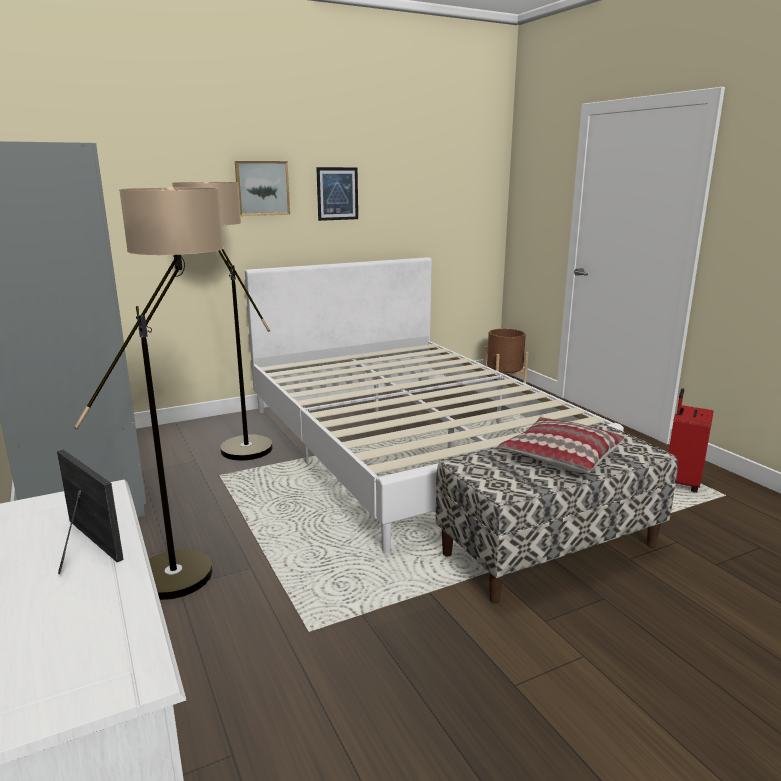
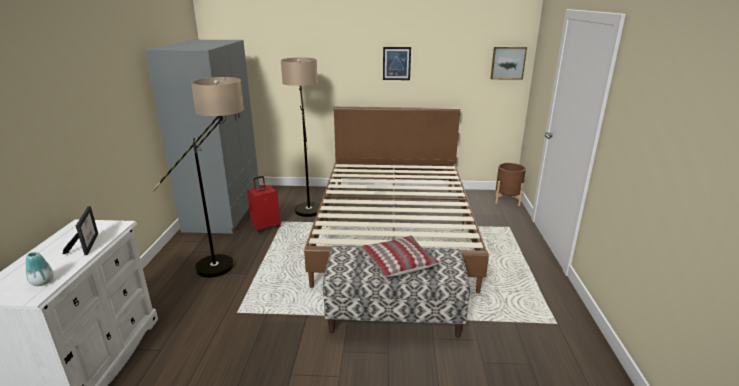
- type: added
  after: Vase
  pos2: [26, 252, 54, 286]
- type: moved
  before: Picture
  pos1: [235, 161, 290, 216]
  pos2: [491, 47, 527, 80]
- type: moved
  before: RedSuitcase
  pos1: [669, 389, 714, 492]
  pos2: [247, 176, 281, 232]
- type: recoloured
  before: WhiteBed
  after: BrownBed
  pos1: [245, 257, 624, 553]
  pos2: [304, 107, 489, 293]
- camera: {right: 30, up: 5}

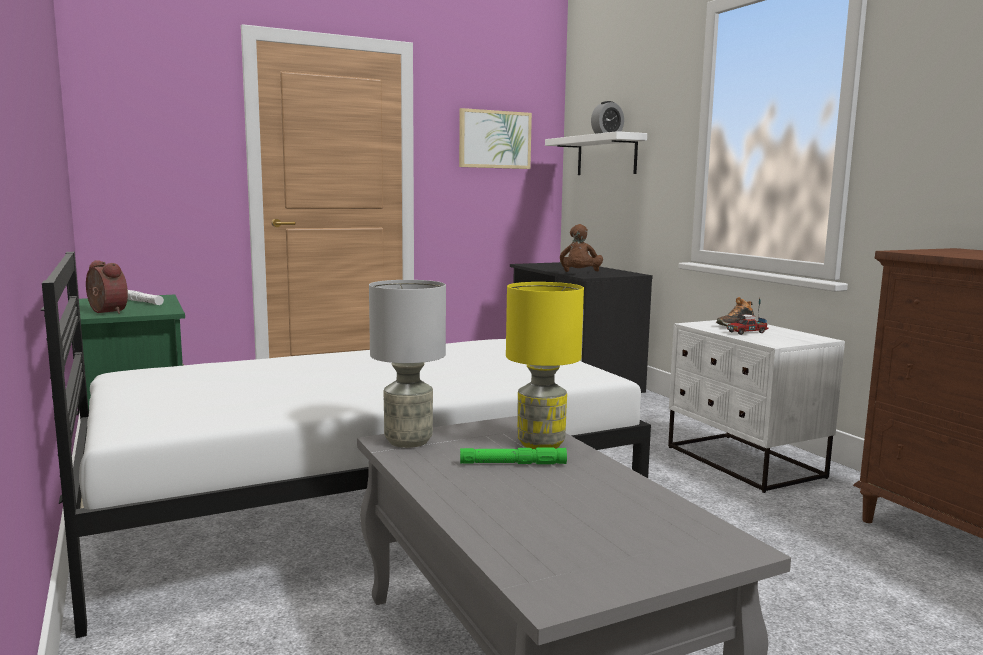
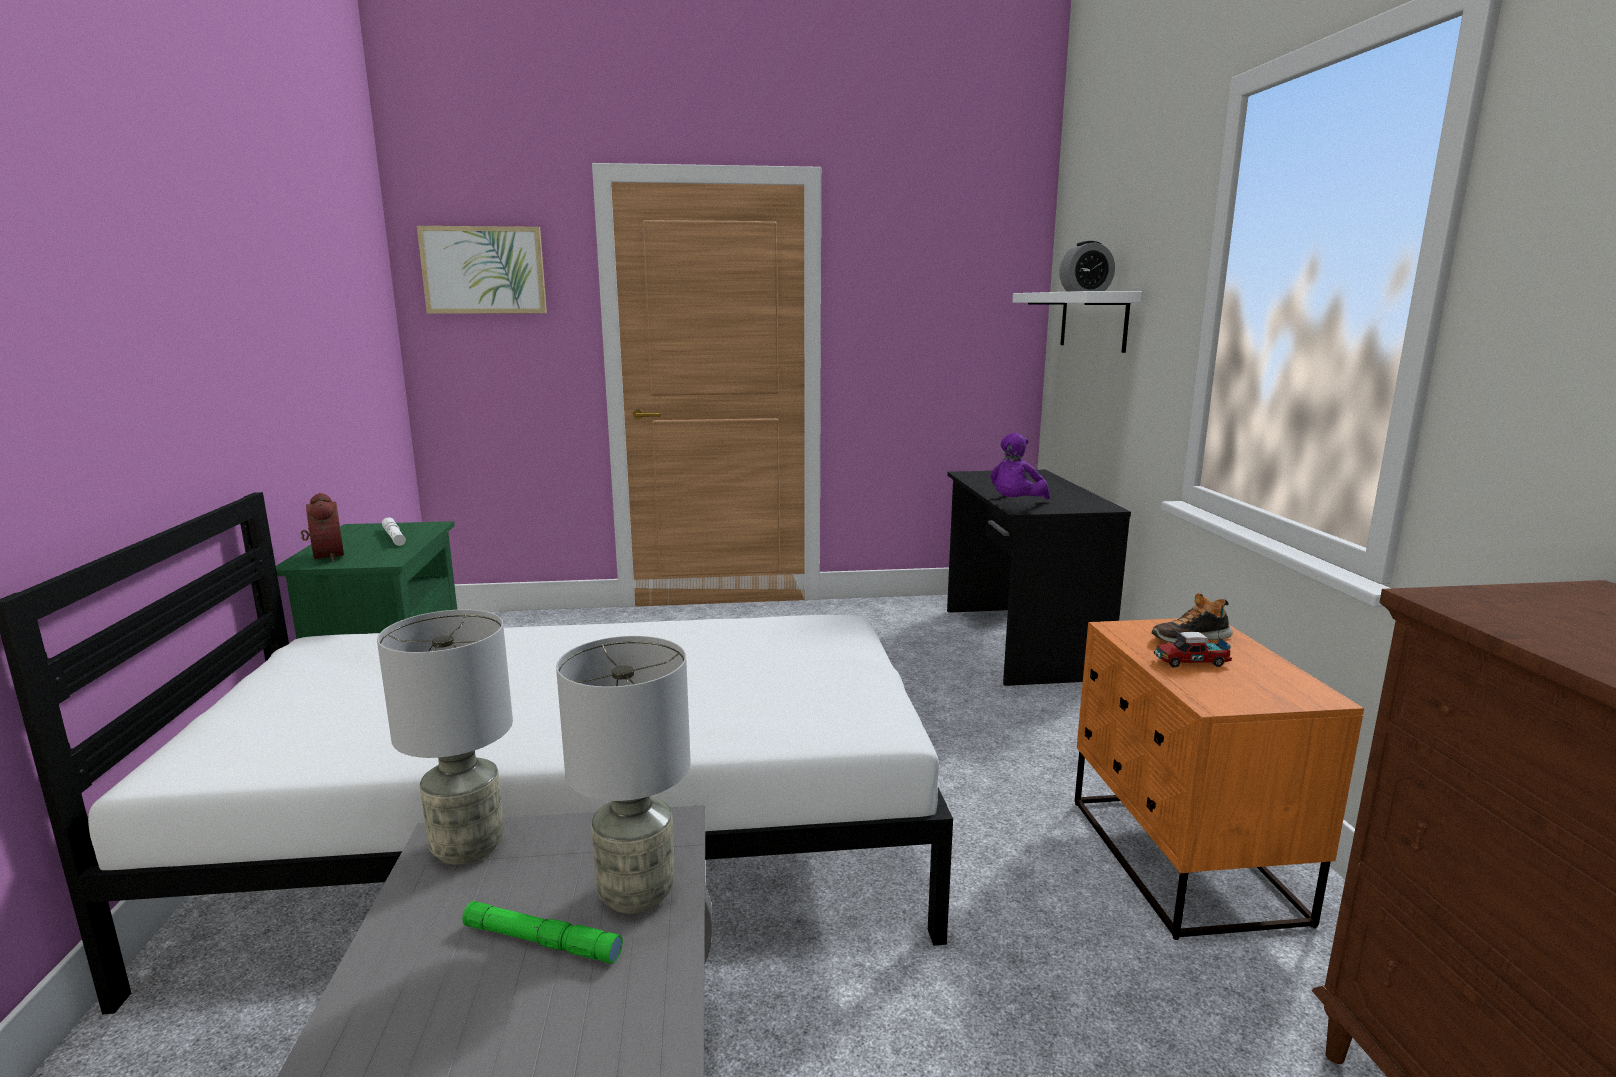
- type: moved
  before: Picture
  pos1: [459, 108, 532, 169]
  pos2: [417, 226, 547, 314]
- type: recoloured
  before: YellowTableLamp
  after: GreyTableLamp
  pos1: [506, 282, 584, 449]
  pos2: [556, 636, 691, 914]
- type: recoloured
  before: BrownPlushToy
  after: PurplePlushToy
  pos1: [560, 224, 603, 272]
  pos2: [990, 433, 1050, 500]
- type: recoloured
  before: WhiteNightstand
  after: OrangeNightstand
  pos1: [668, 320, 845, 493]
  pos2: [1075, 618, 1364, 940]
- camera: {right: 20, up: 5}

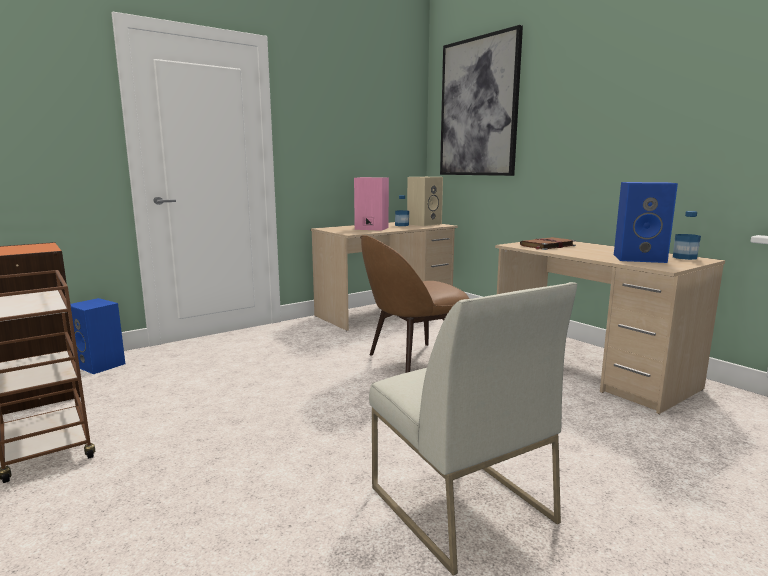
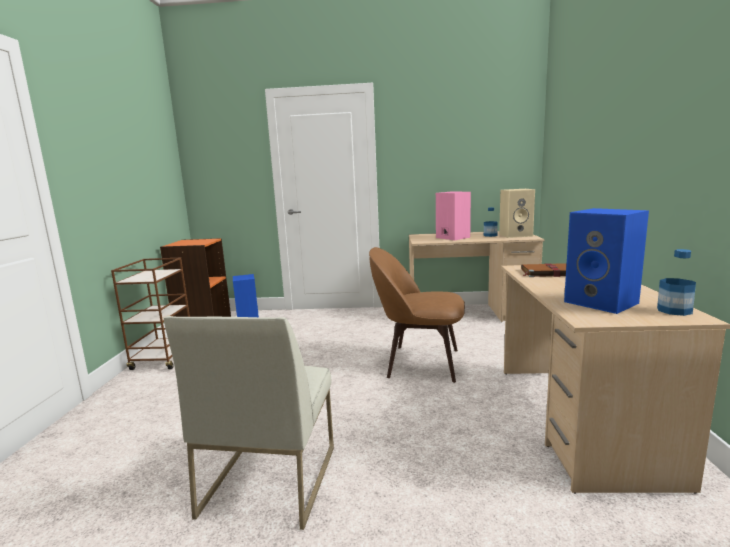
- type: removed
  before: Picture
  pos1: [440, 25, 523, 176]
- camera: {right: 40, up: 0}

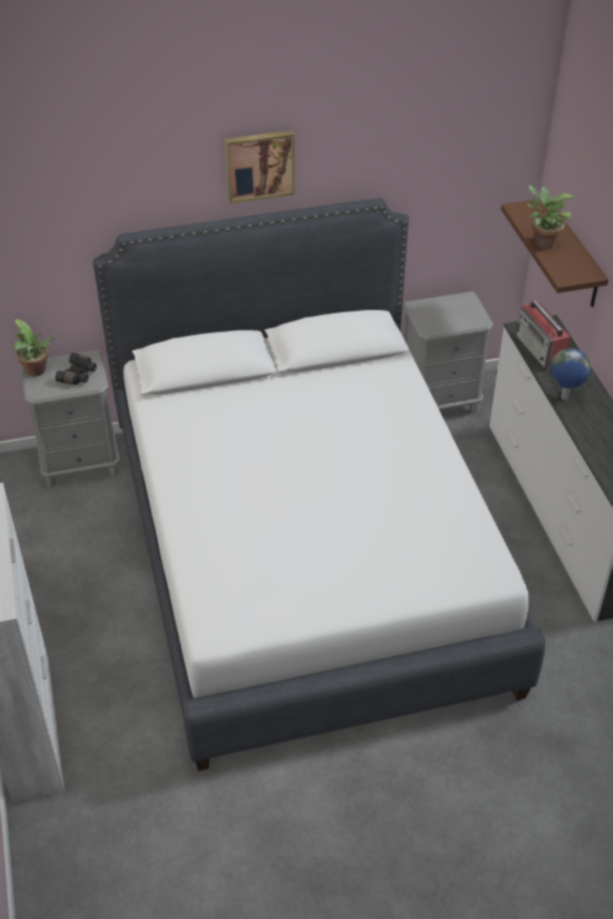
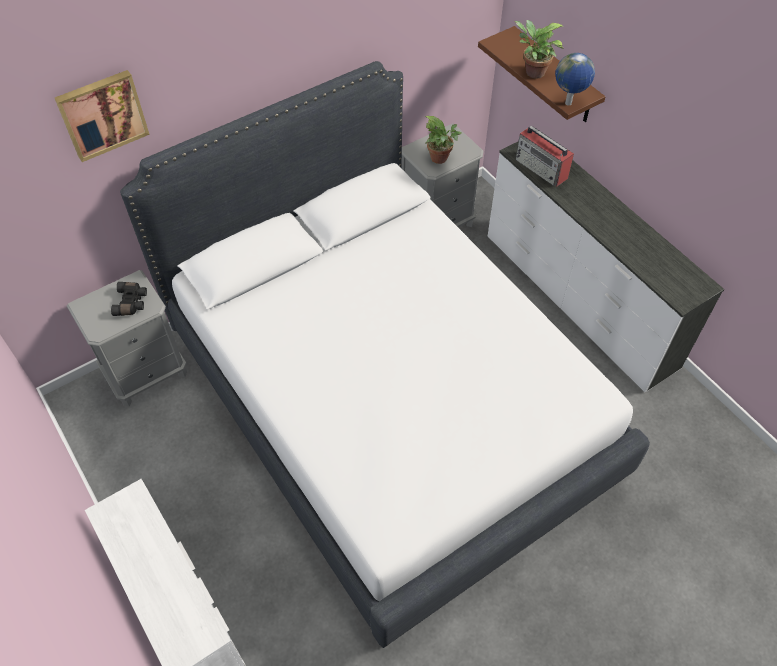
- type: moved
  before: PottedPlant
  pos1: [13, 319, 56, 377]
  pos2: [425, 116, 461, 164]
- type: moved
  before: Picture
  pos1: [225, 130, 295, 204]
  pos2: [55, 70, 150, 162]
- type: moved
  before: Globe
  pos1: [550, 348, 591, 400]
  pos2: [555, 53, 595, 105]
- camera: {right: -20, up: 10}

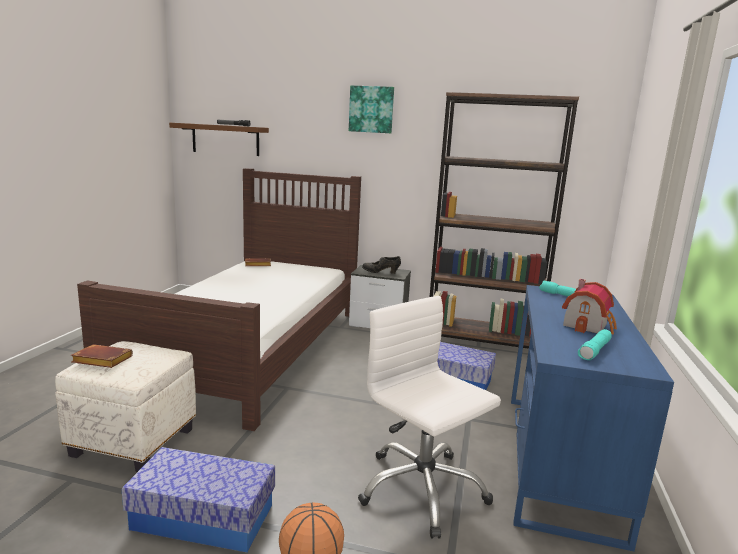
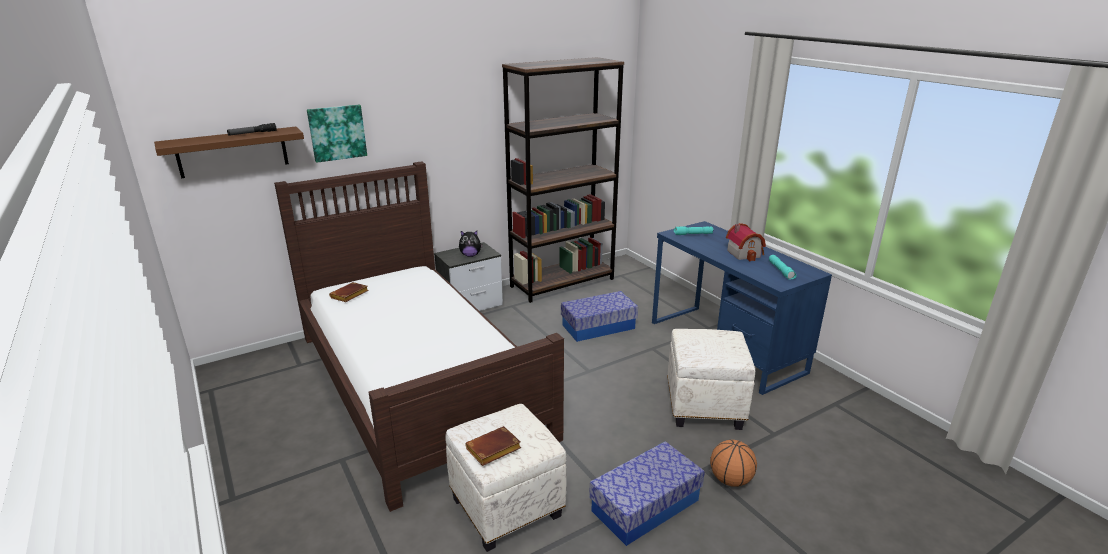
- type: moved
  before: Picture
  pos1: [349, 85, 394, 133]
  pos2: [307, 105, 367, 163]
- type: replaced
  before: WhiteOfficeChair
  after: WhiteOttoman
  pos1: [358, 296, 501, 539]
  pos2: [667, 329, 755, 430]
- type: replaced
  before: BlackShoe
  after: PlushToy
  pos1: [362, 256, 401, 274]
  pos2: [459, 231, 483, 257]
- camera: {right: -45, up: 10}

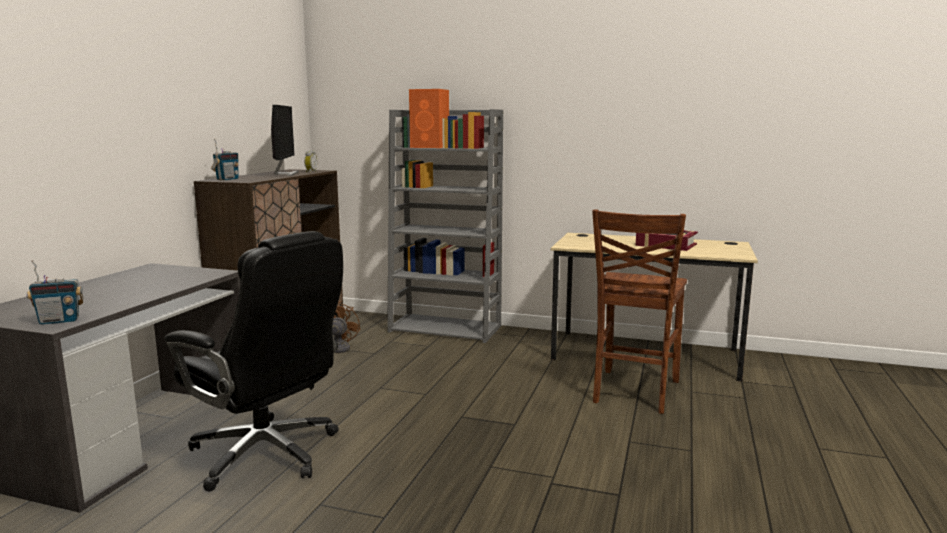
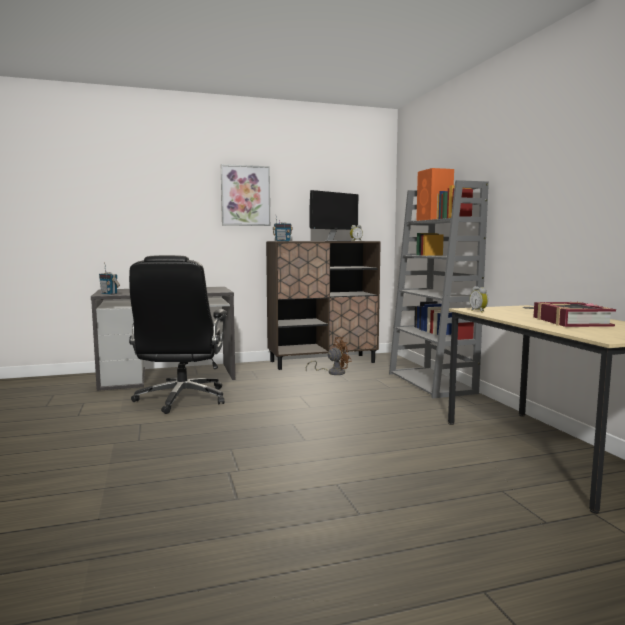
- type: removed
  before: BrownChair
  pos1: [592, 209, 687, 414]
- type: added
  after: Picture
  pos2: [221, 164, 270, 226]
- type: added
  after: AlarmClock
  pos2: [470, 286, 488, 313]
- camera: {right: 55, up: -5}

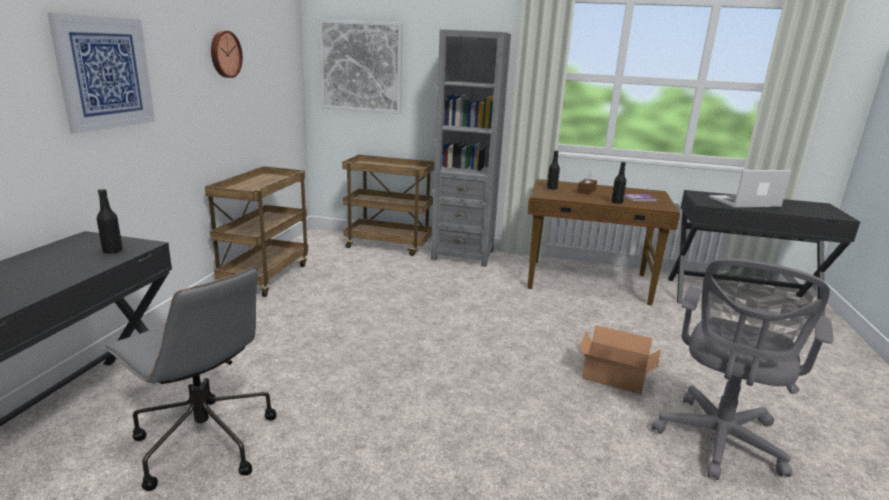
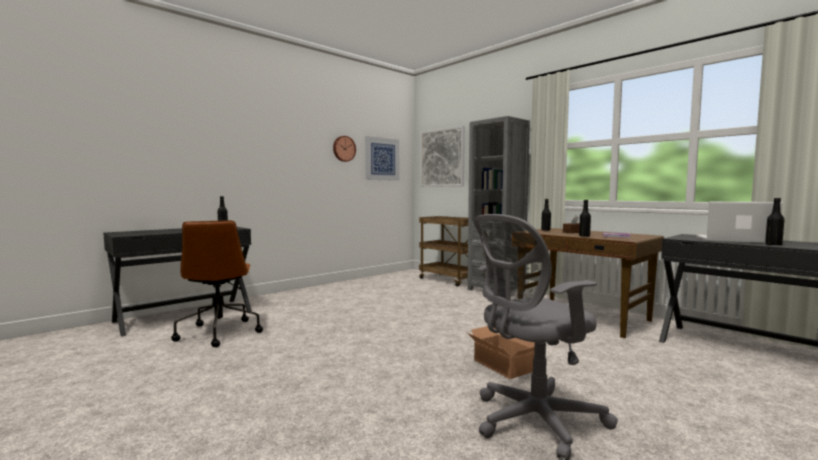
- type: removed
  before: BrownCart
  pos1: [205, 166, 308, 297]
- type: added
  after: BlackBottle
  pos2: [765, 198, 785, 246]
- type: moved
  before: Picture
  pos1: [47, 12, 155, 134]
  pos2: [365, 136, 399, 181]
- type: recoloured
  before: GreyOfficeChair
  after: BrownOfficeChair
  pos1: [103, 266, 276, 491]
  pos2: [171, 220, 263, 347]
- camera: {right: 35, up: -15}

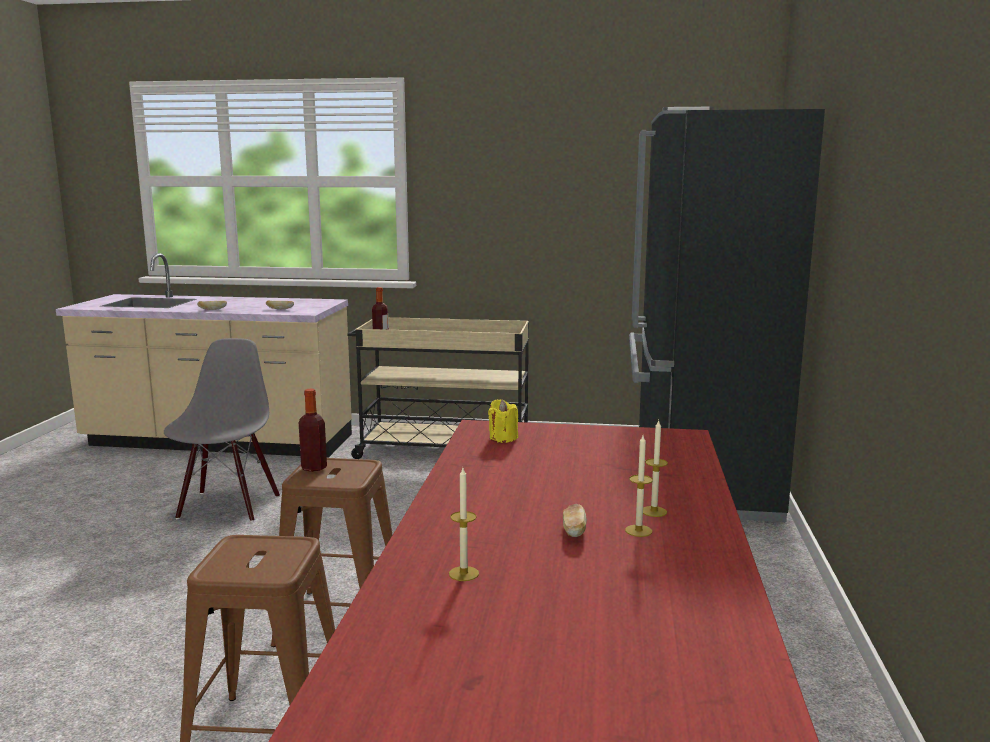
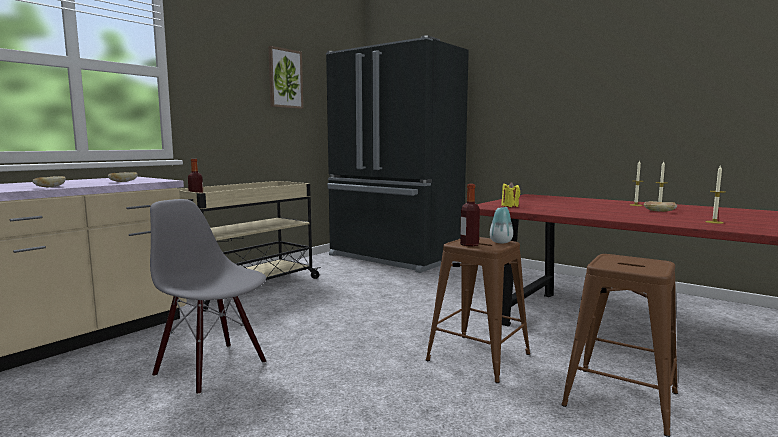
- type: added
  after: Picture
  pos2: [268, 46, 303, 109]
- type: added
  after: Vase
  pos2: [490, 207, 513, 243]
- camera: {right: -60, up: -5}

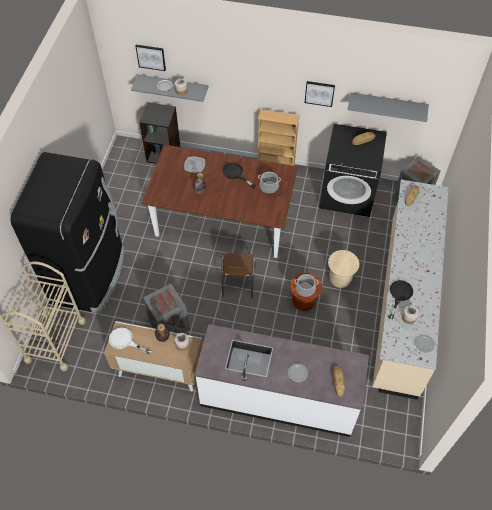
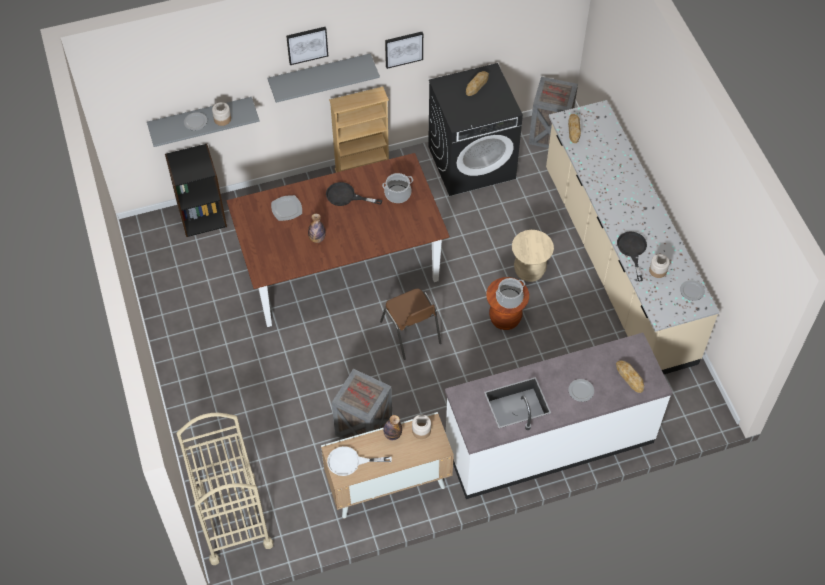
- type: removed
  before: BlackFridge
  pos1: [11, 152, 124, 314]
- type: moved
  before: Picture
  pos1: [135, 45, 166, 71]
  pos2: [286, 27, 328, 65]
- type: moved
  before: GreyShelf
  pos1: [347, 93, 429, 122]
  pos2: [268, 54, 380, 103]
- camera: {right: -30, up: 0}

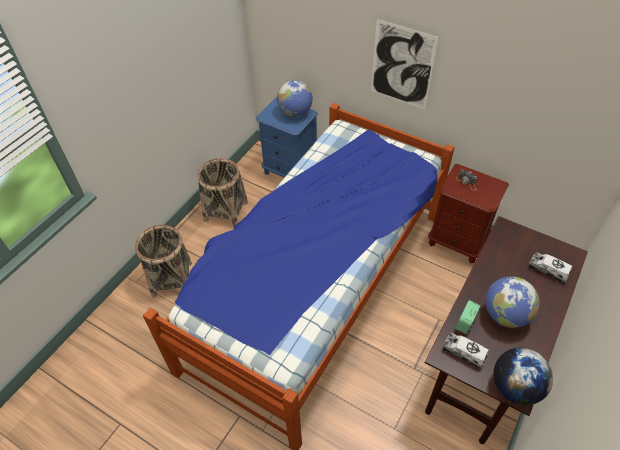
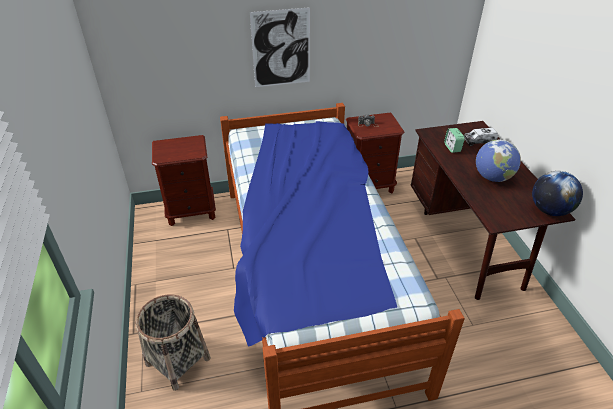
- type: removed
  before: Basket
  pos1: [197, 158, 248, 227]
- type: removed
  before: Globe
  pos1: [277, 80, 313, 117]
- type: removed
  before: ToyTruck
  pos1: [442, 333, 489, 369]
- type: moved
  before: AlarmClock
  pos1: [455, 300, 480, 334]
  pos2: [444, 128, 465, 153]
- type: recoloured
  before: BlueNightstand
  after: BrownNightstand
  pos1: [256, 97, 318, 177]
  pos2: [152, 135, 216, 226]
- camera: {right: -45, up: -10}

